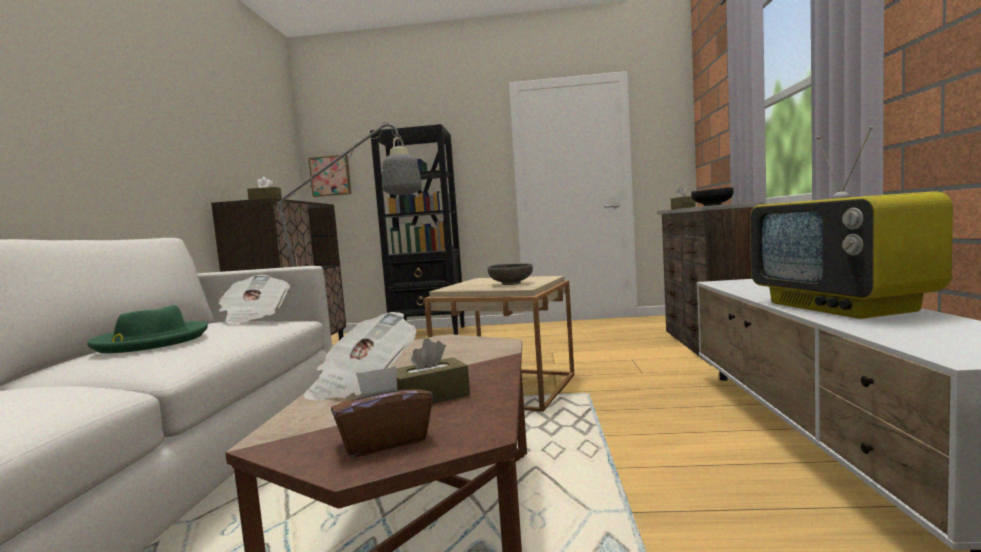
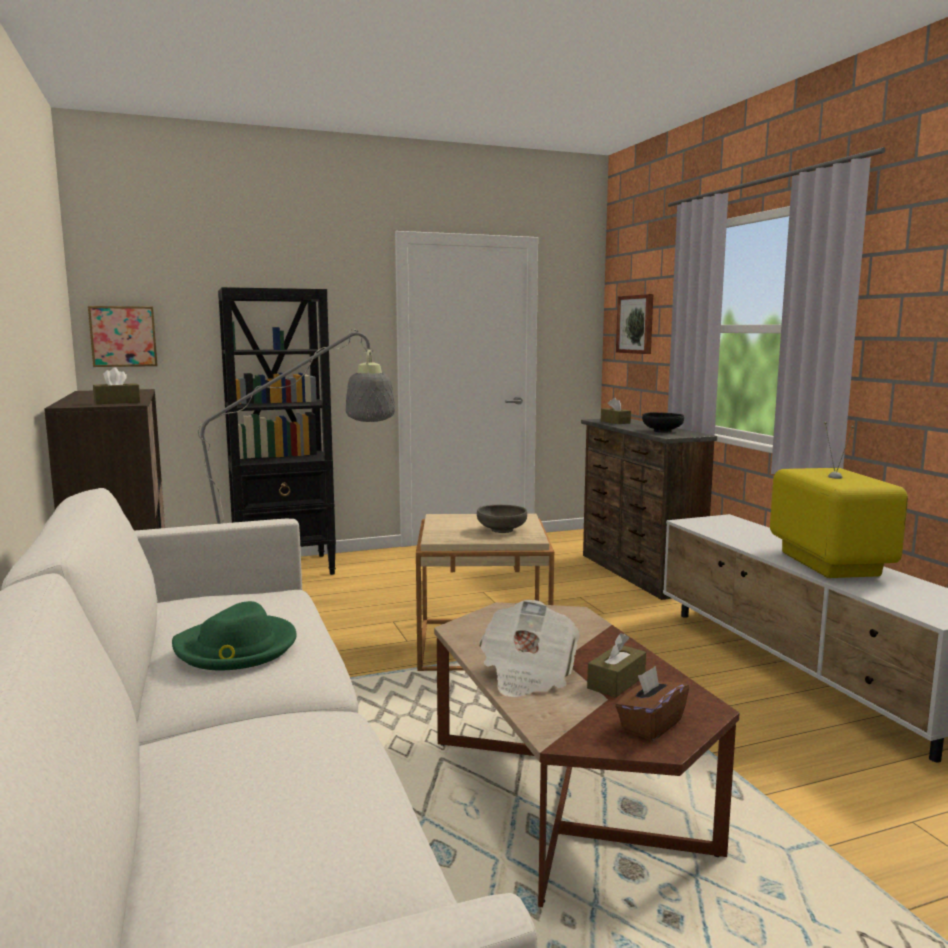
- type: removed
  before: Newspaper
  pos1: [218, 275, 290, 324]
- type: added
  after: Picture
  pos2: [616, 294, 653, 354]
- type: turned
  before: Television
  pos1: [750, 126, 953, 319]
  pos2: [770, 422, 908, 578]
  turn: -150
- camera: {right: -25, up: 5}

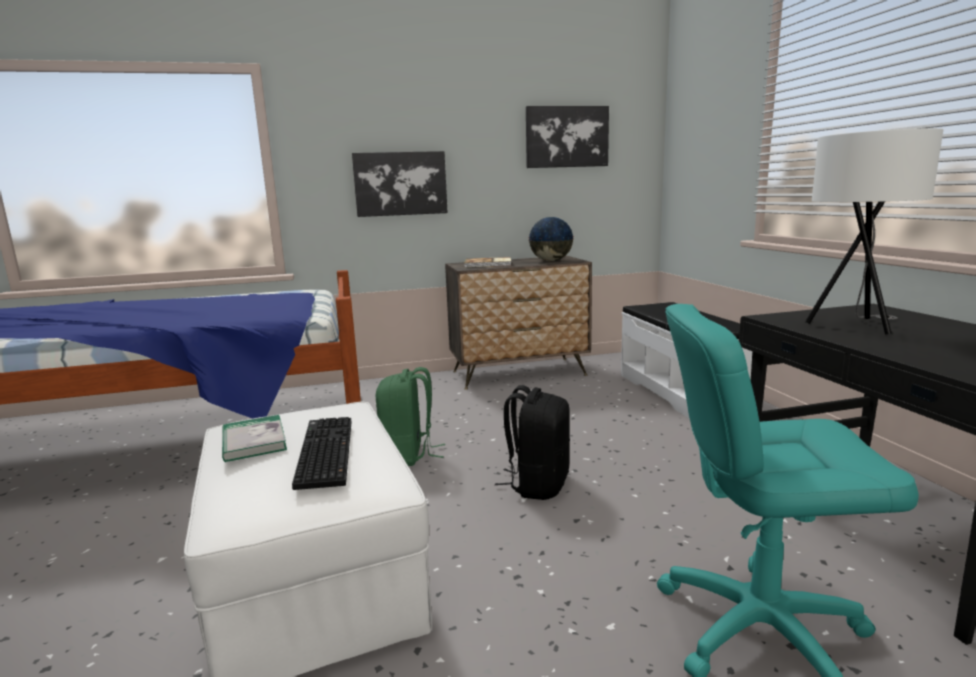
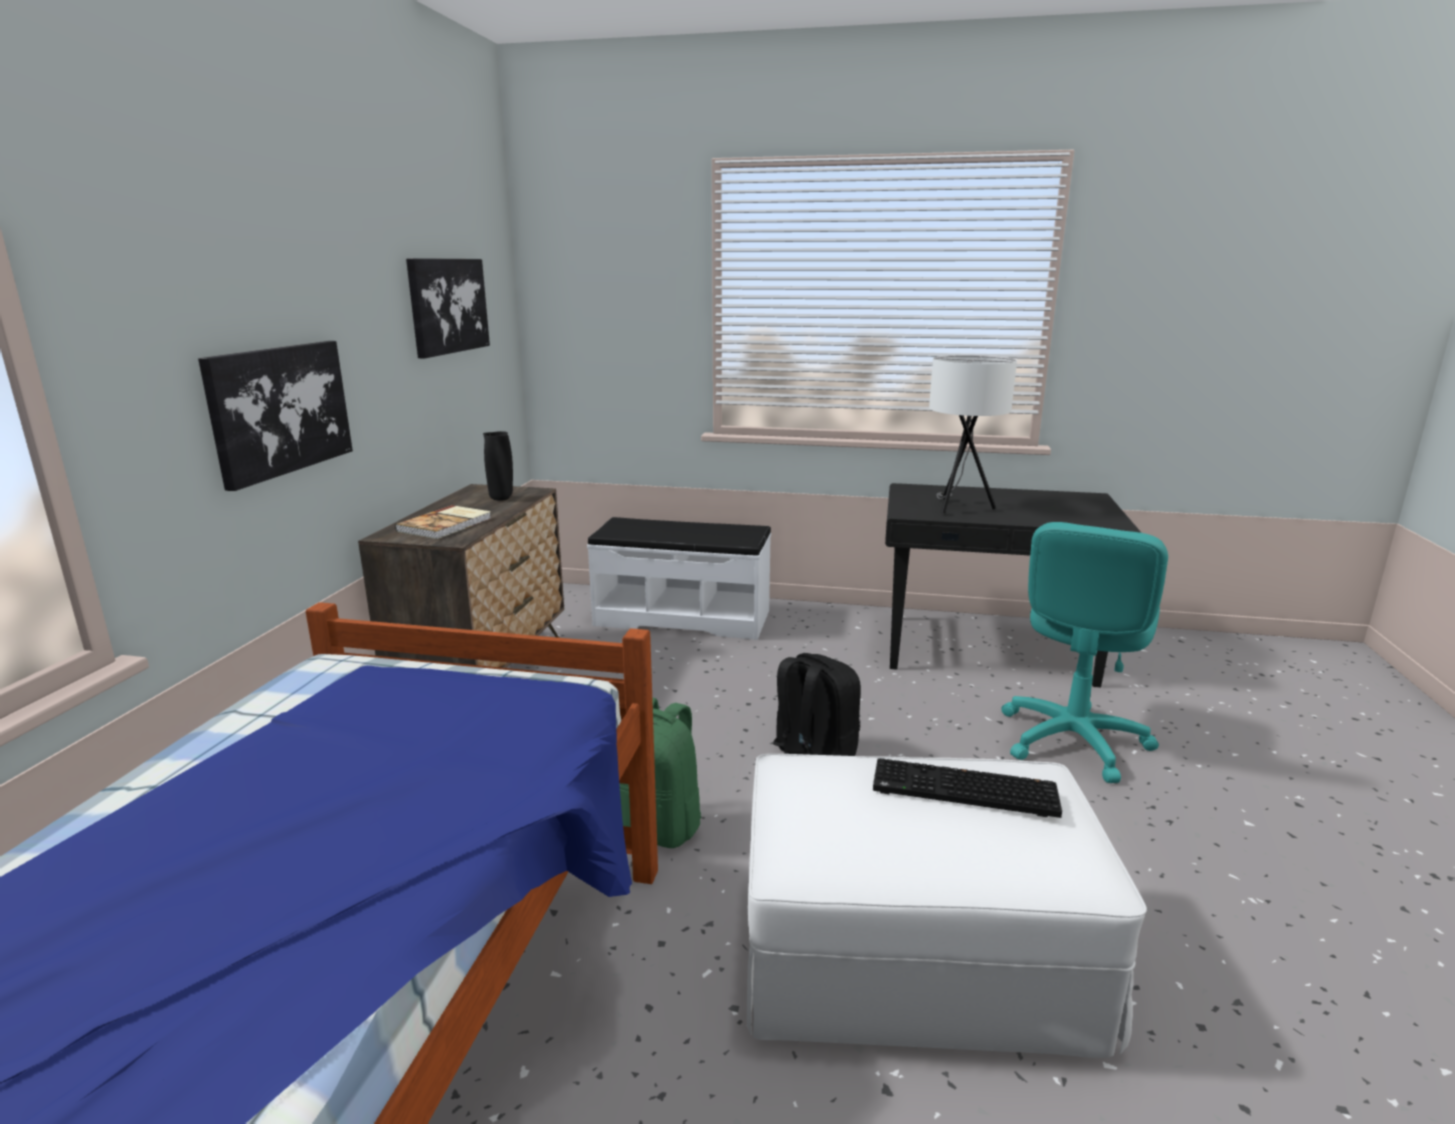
- type: removed
  before: Book
  pos1: [222, 415, 287, 462]
- type: replaced
  before: Globe
  after: BlackVase
  pos1: [528, 217, 574, 261]
  pos2: [483, 431, 513, 501]
- camera: {right: -65, up: 5}

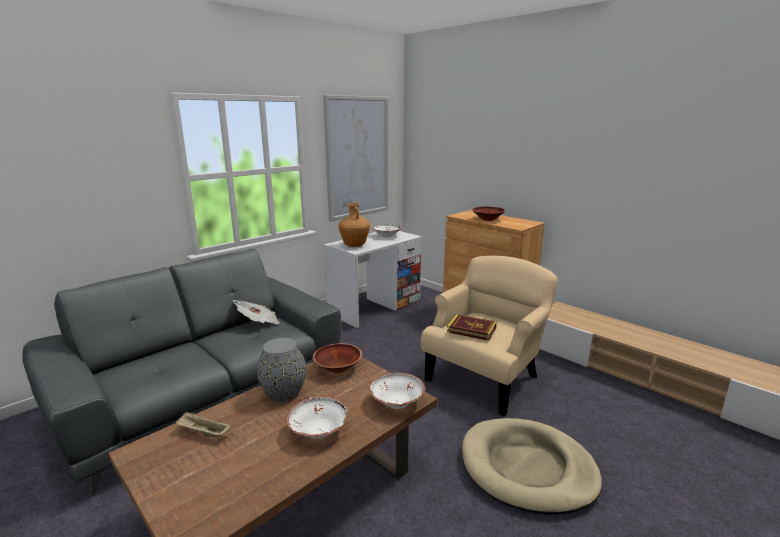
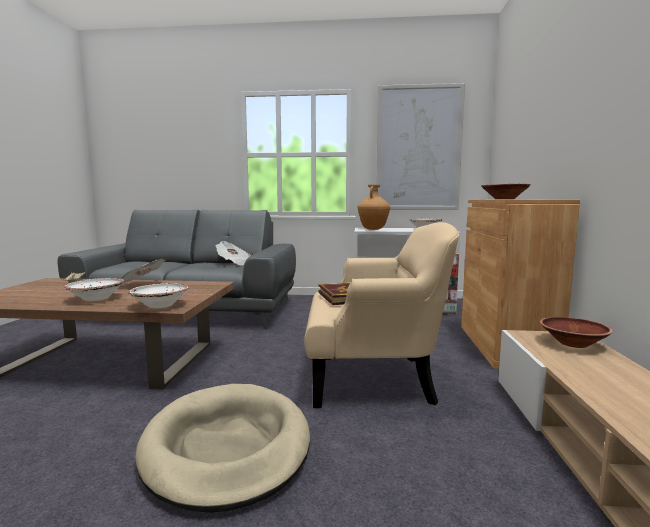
- type: moved
  before: BrownBowl
  pos1: [313, 343, 362, 373]
  pos2: [540, 317, 613, 348]
- type: replaced
  before: GreyVase
  after: Newspaper
  pos1: [257, 338, 307, 402]
  pos2: [120, 258, 166, 283]
- camera: {right: 50, up: -10}

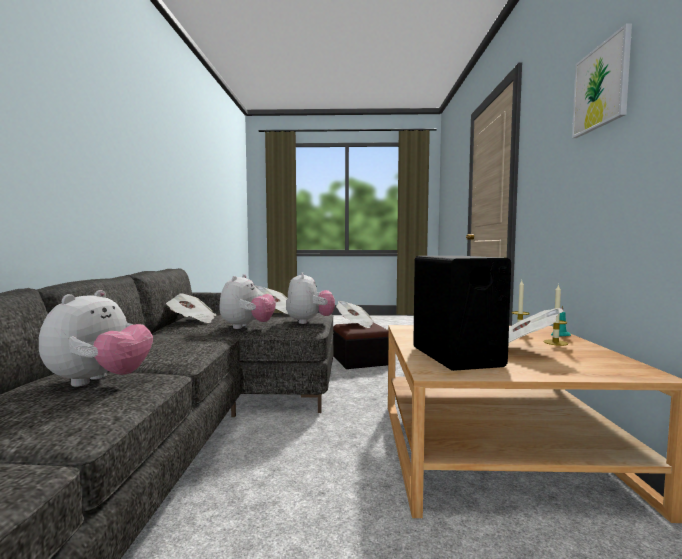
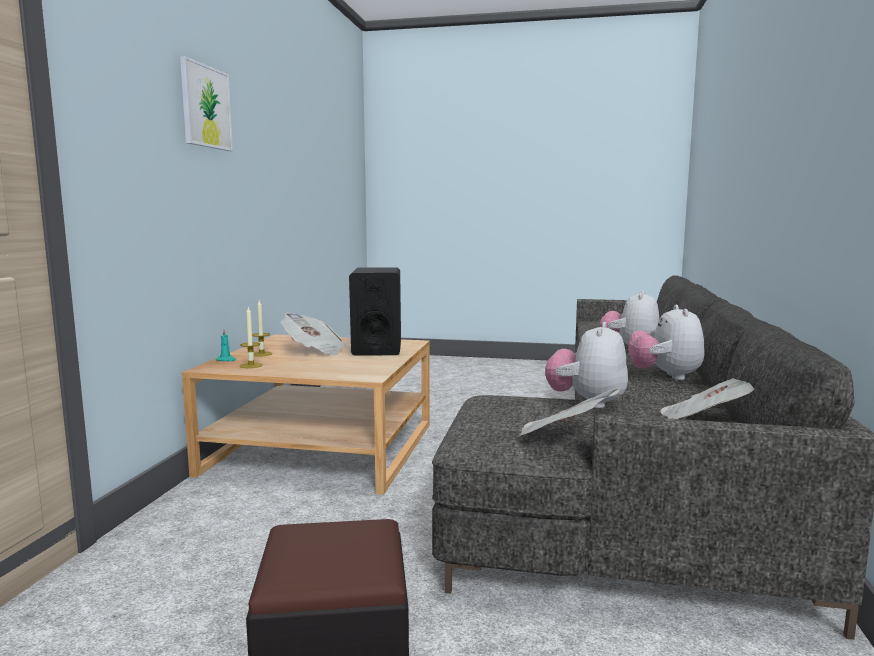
- type: removed
  before: Newspaper
  pos1: [336, 301, 375, 328]
- type: moved
  before: PlushToy
  pos1: [286, 272, 335, 324]
  pos2: [628, 305, 705, 380]
- camera: {right: -170, up: 5}

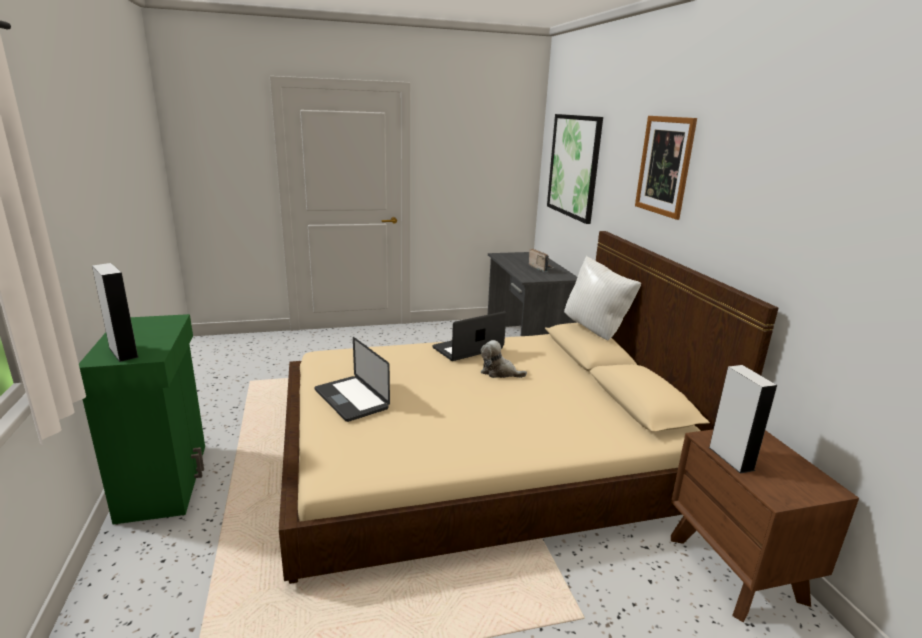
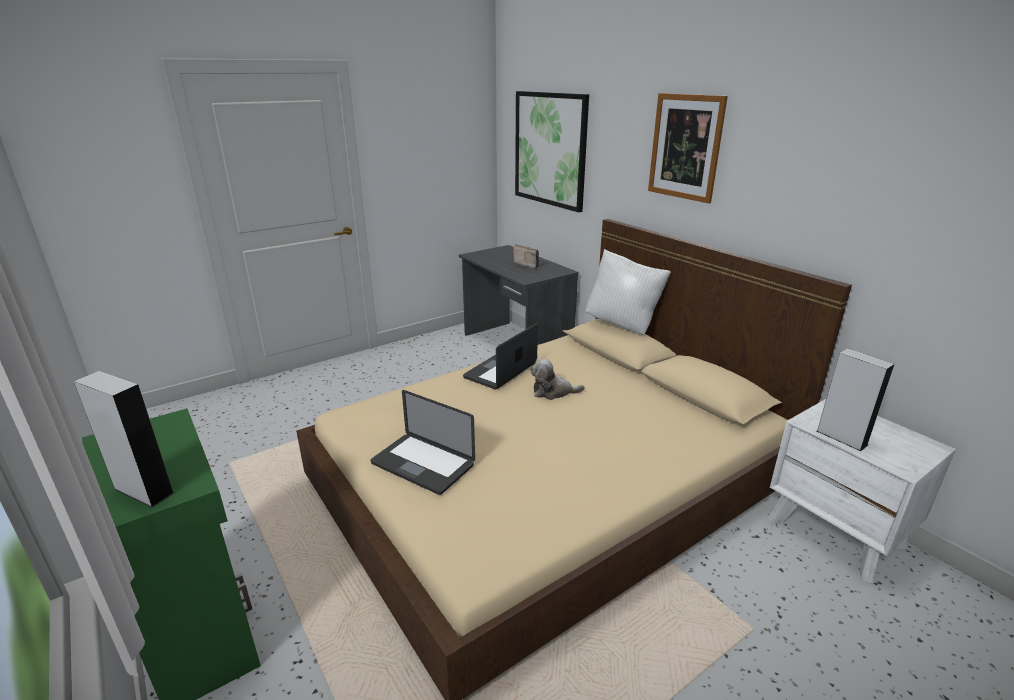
- type: recoloured
  before: BrownNightstand
  after: WhiteNightstand
  pos1: [671, 430, 859, 622]
  pos2: [768, 399, 956, 583]
- camera: {right: -20, up: 5}

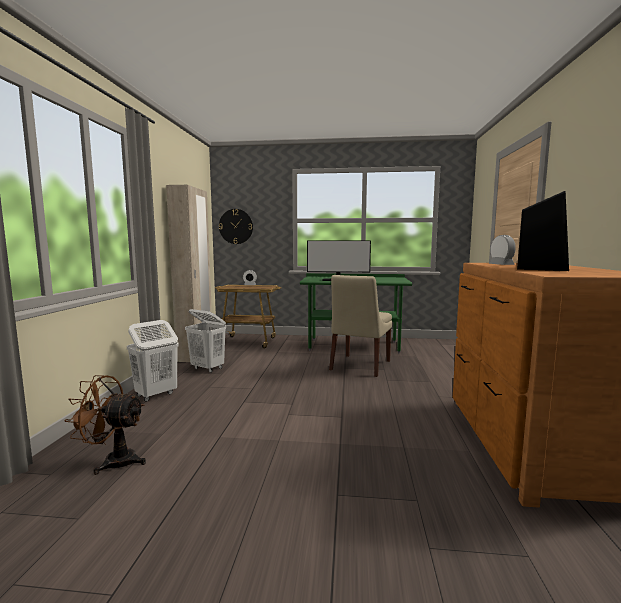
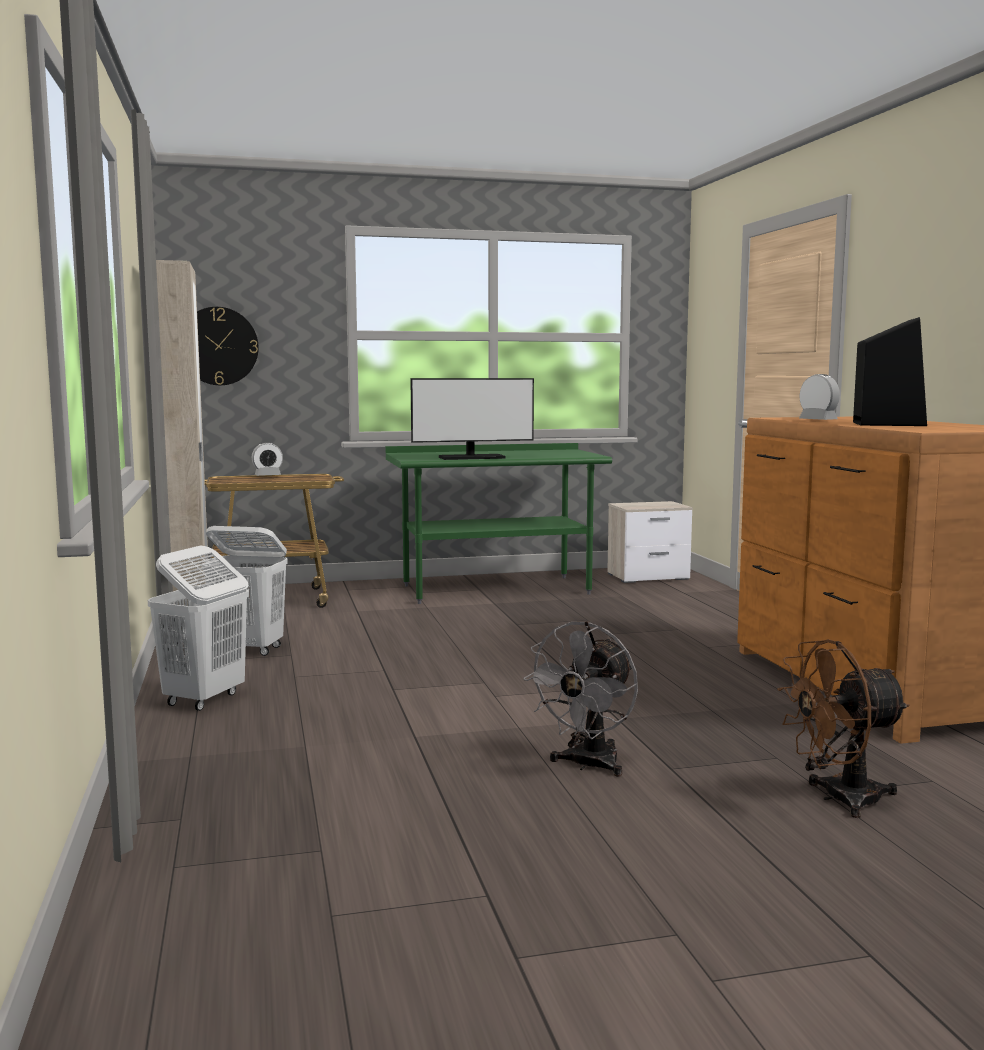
- type: removed
  before: BeigeChair
  pos1: [329, 275, 393, 377]
- type: added
  after: GreyFan
  pos2: [523, 621, 638, 777]
- type: added
  after: Nightstand
  pos2: [607, 501, 693, 583]
- type: moved
  before: BrownFan
  pos1: [64, 375, 146, 475]
  pos2: [777, 639, 910, 818]
- camera: {right: -20, up: 0}

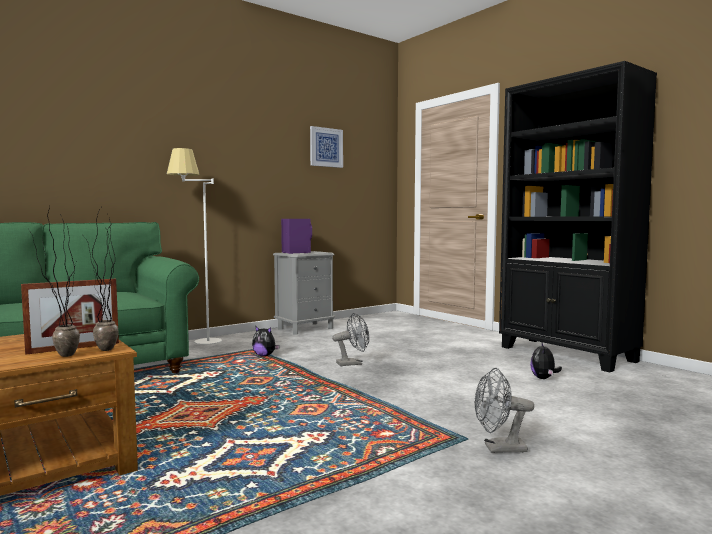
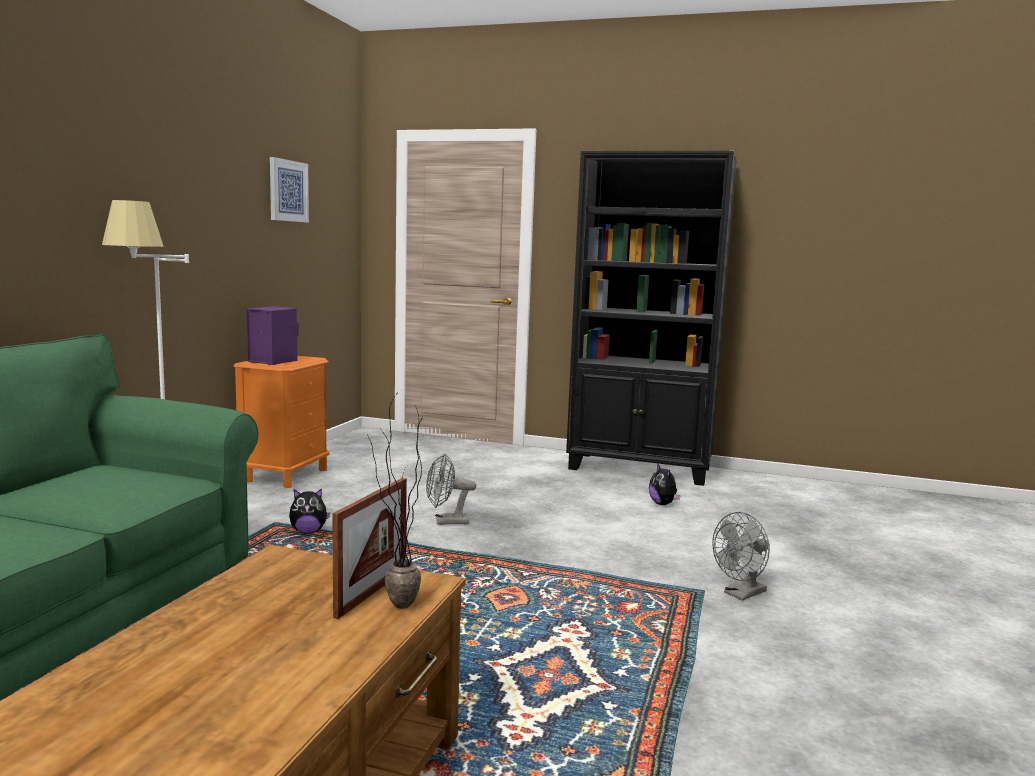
- type: removed
  before: PottedPlant
  pos1: [84, 208, 119, 351]
- type: recoloured
  before: GreyNightstand
  after: OrangeNightstand
  pos1: [273, 251, 335, 335]
  pos2: [234, 356, 330, 488]
- type: turned
  before: GreyFan
  pos1: [332, 313, 369, 366]
  pos2: [426, 454, 476, 525]
  turn: -135
- camera: {right: -35, up: 5}

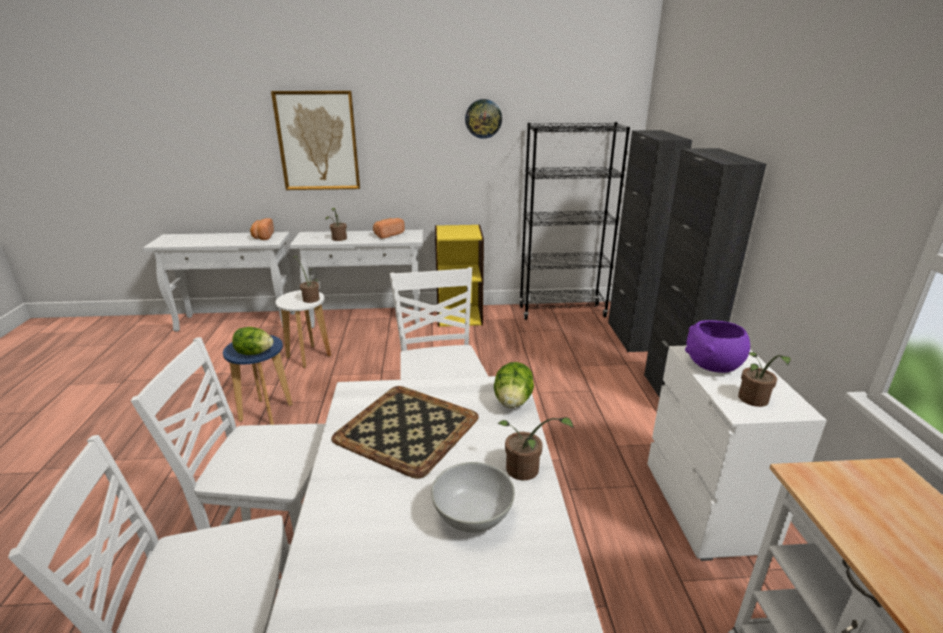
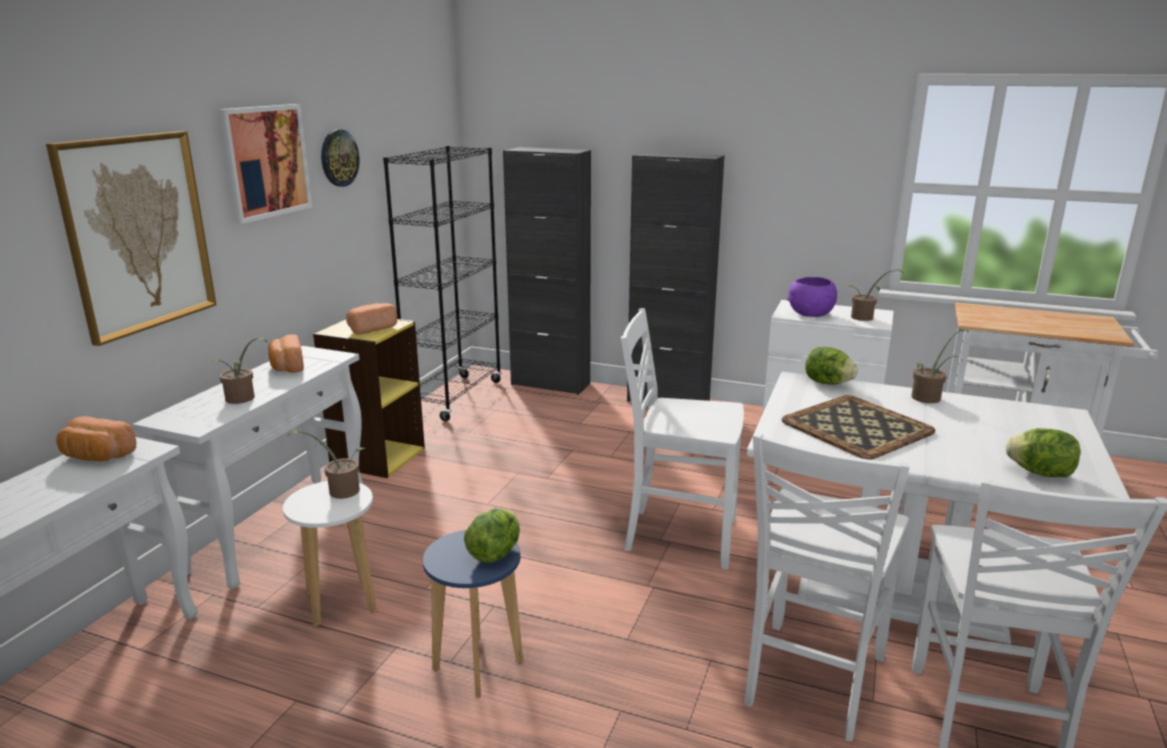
- type: removed
  before: WhiteBowl
  pos1: [431, 462, 515, 533]
- type: added
  after: Picture
  pos2: [218, 104, 312, 224]
- type: added
  after: Bread
  pos2: [346, 303, 397, 335]
- type: added
  after: Lettuce
  pos2: [1006, 428, 1080, 477]
- camera: {right: -65, up: -5}

